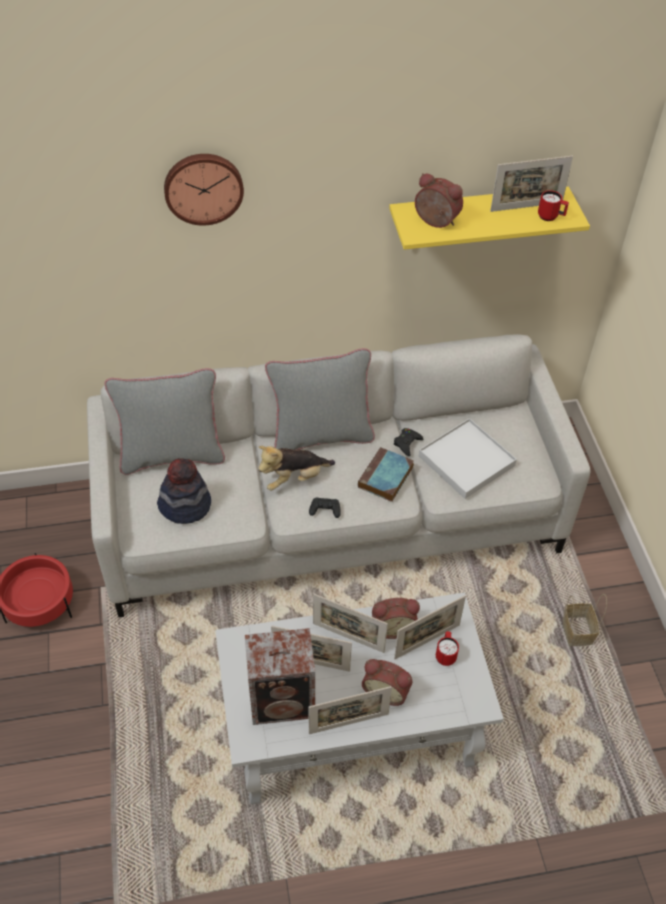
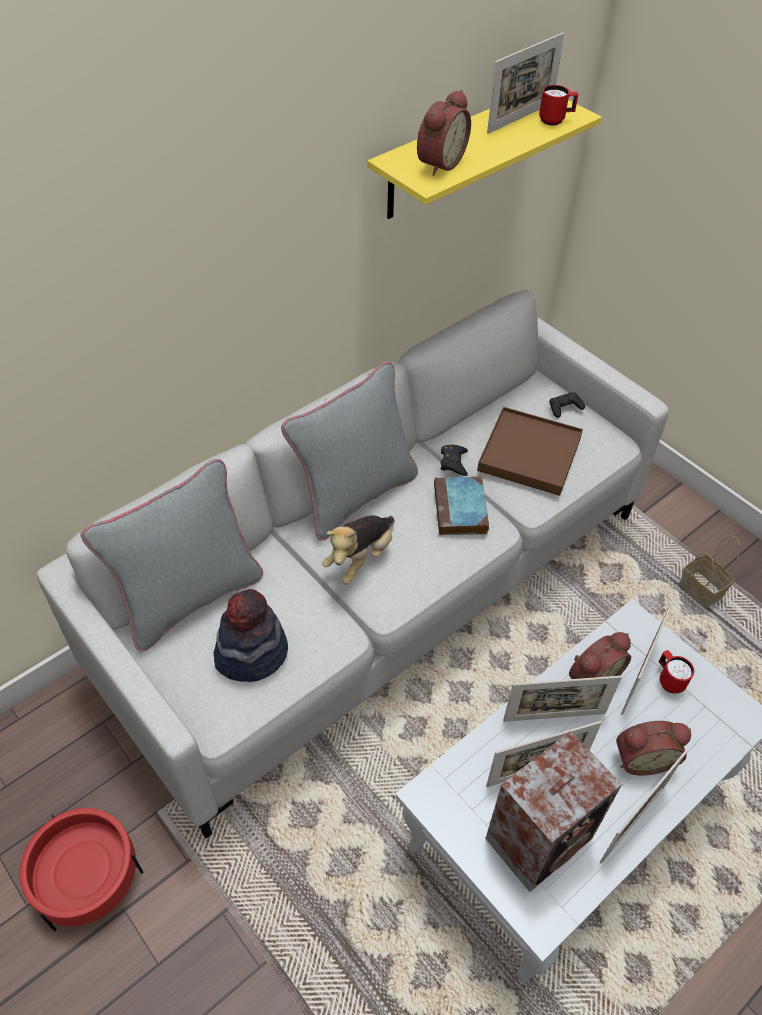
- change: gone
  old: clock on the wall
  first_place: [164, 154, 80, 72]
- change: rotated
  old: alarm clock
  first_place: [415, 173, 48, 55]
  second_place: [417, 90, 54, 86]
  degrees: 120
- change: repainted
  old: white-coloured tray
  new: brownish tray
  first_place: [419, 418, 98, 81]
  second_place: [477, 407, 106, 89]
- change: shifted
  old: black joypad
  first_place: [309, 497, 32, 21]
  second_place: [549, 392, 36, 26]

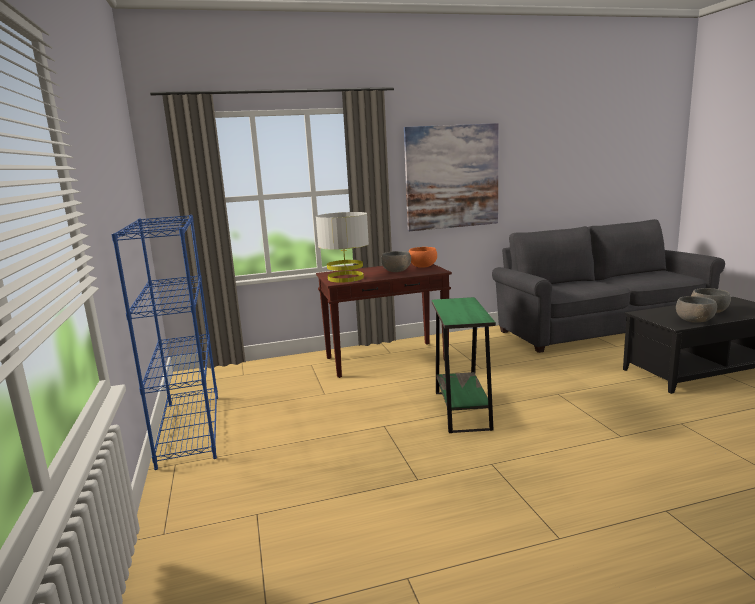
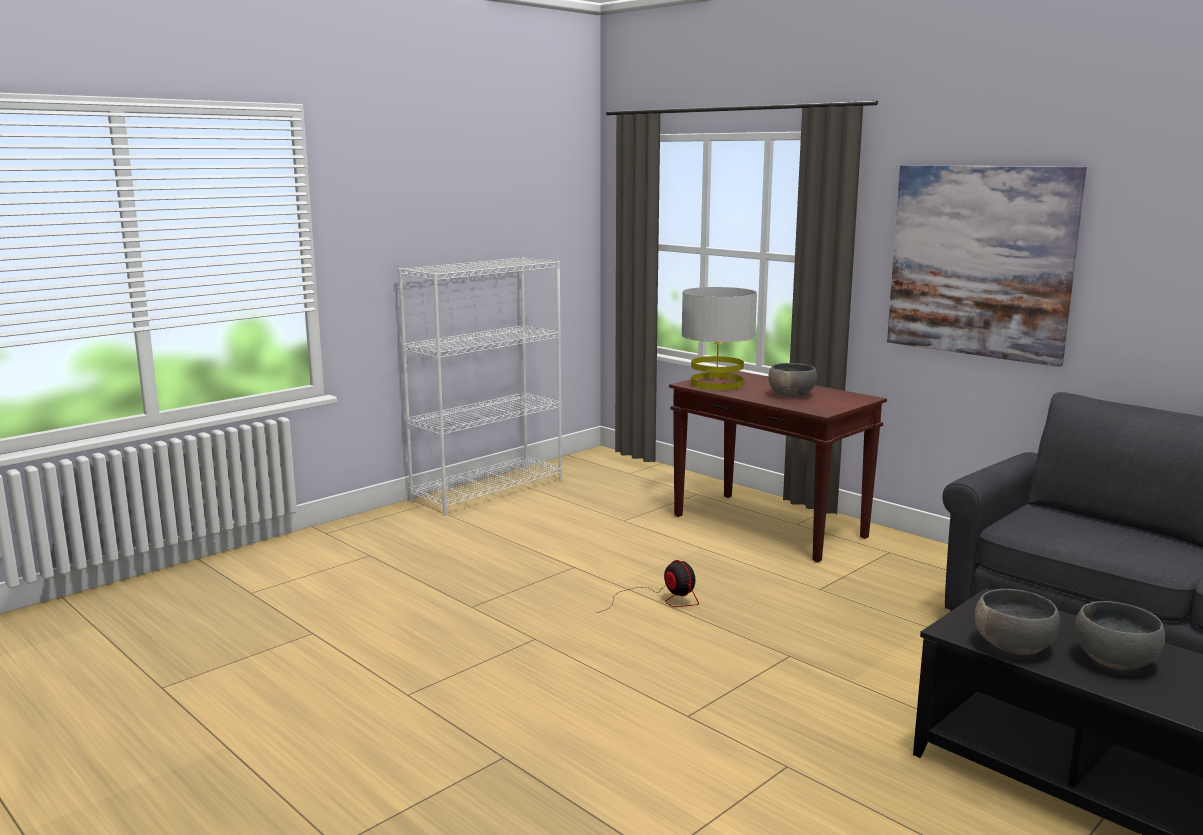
- change: repainted
  old: blue shelving unit
  new: white-coloured shelving unit
  first_place: [111, 215, 107, 255]
  second_place: [398, 257, 164, 259]
- change: gone
  old: orange-coloured deep dish
  first_place: [409, 247, 28, 21]
- change: swapped
  old: green accent table
  new: electric fan
  first_place: [432, 297, 64, 136]
  second_place: [596, 560, 103, 53]

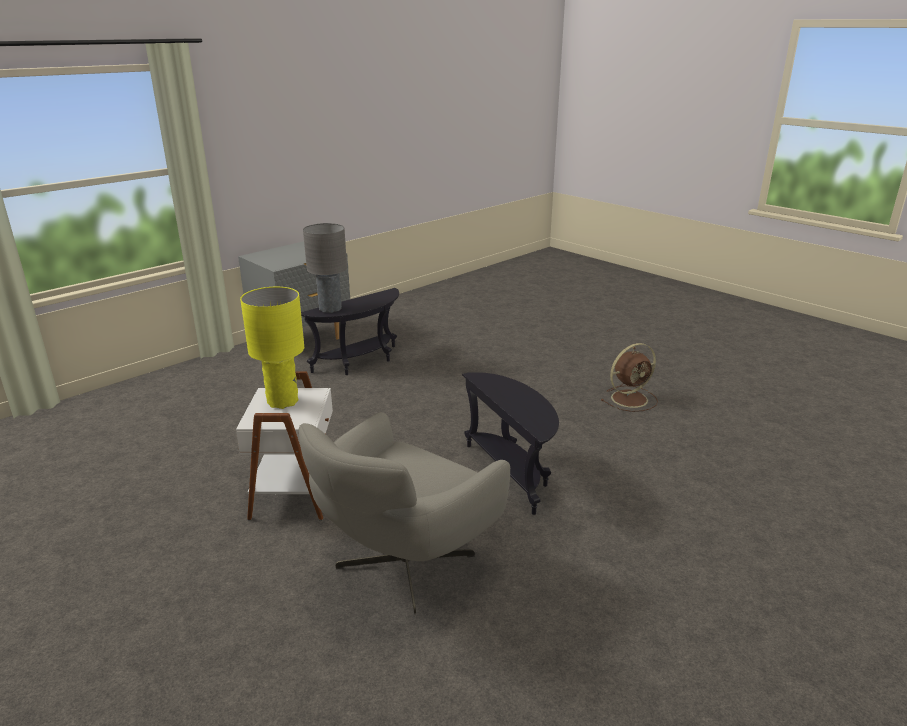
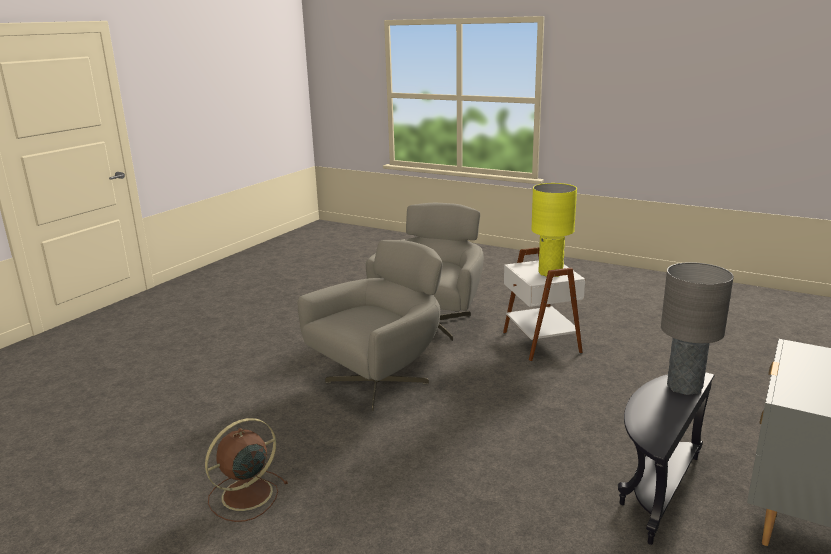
- change: swapped
  old: black accent table
  new: grey easy chair
  first_place: [462, 372, 97, 143]
  second_place: [297, 240, 145, 172]

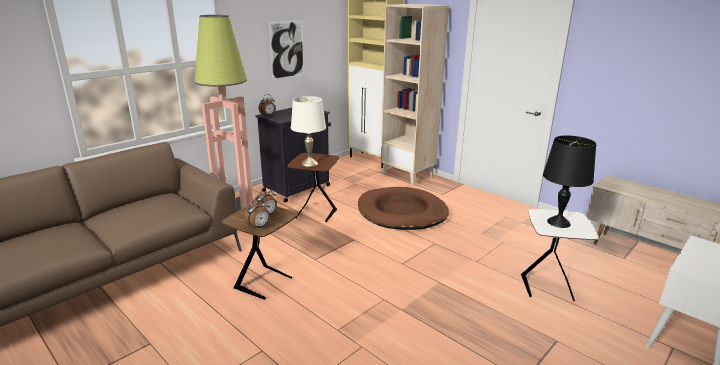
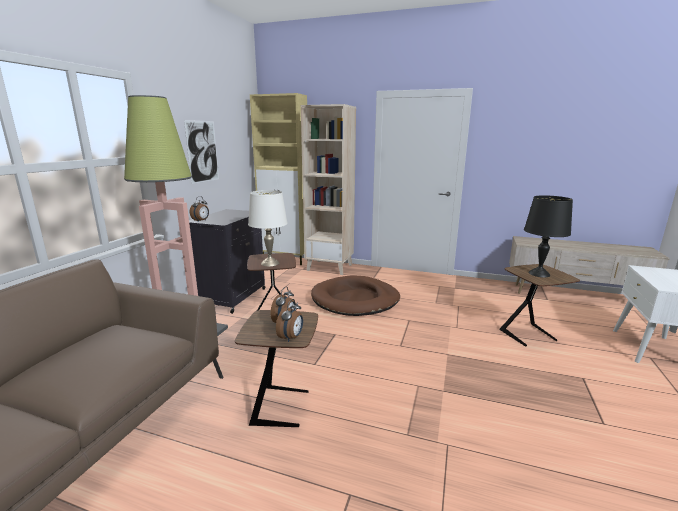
- change: repainted
  old: white-coloured accent table
  new: brownish accent table
  first_place: [521, 209, 77, 92]
  second_place: [499, 264, 81, 83]

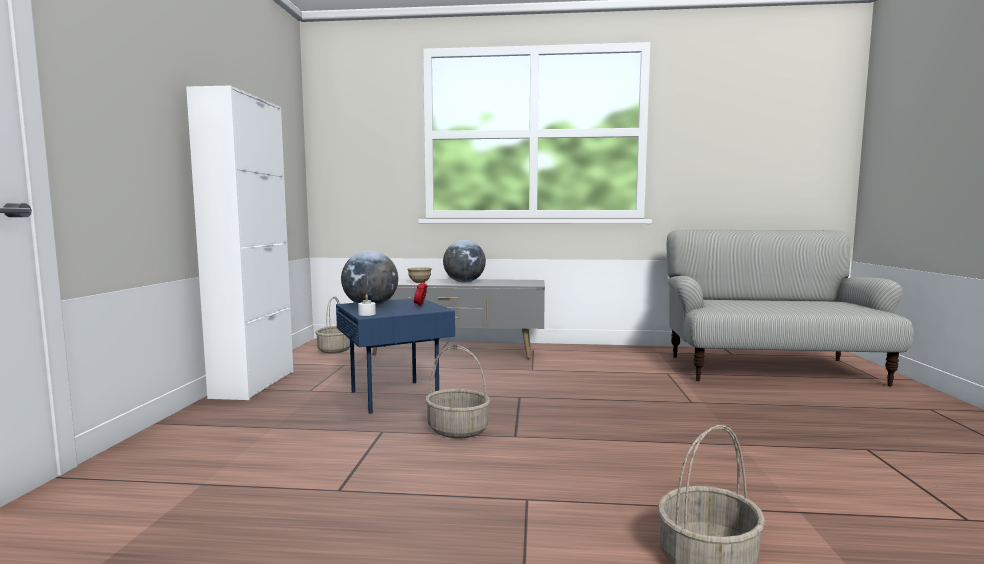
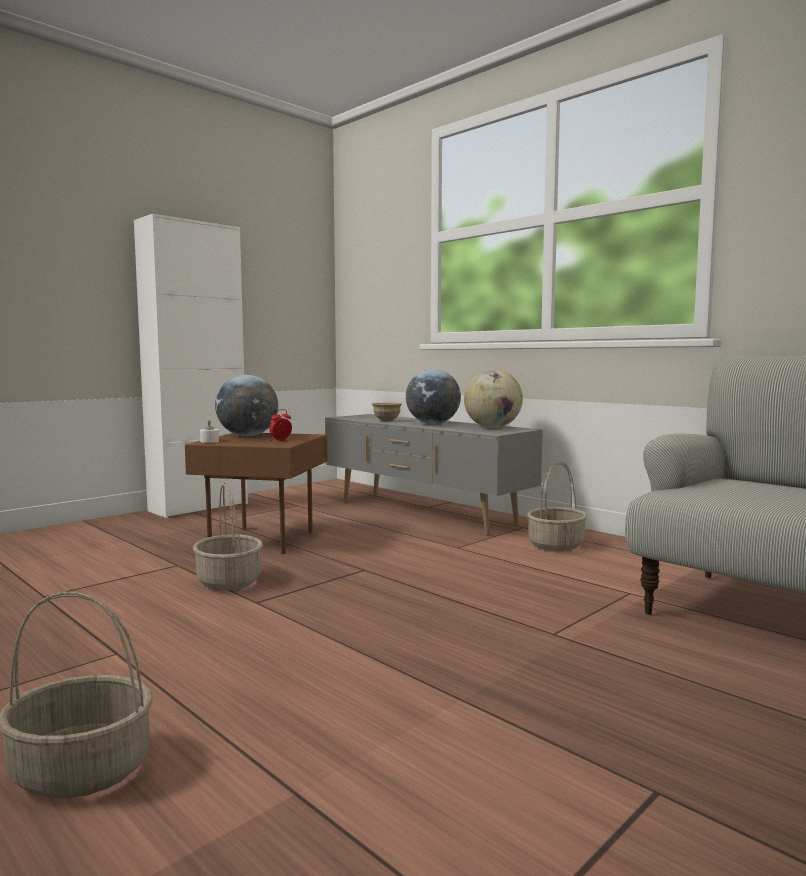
- change: shifted
  old: storage basket
  first_place: [315, 296, 35, 58]
  second_place: [527, 462, 60, 89]
- change: repainted
  old: blue accent table
  new: brownish accent table
  first_place: [336, 298, 119, 116]
  second_place: [185, 433, 143, 121]
- change: new
  new: desk globe
  second_place: [464, 370, 59, 58]

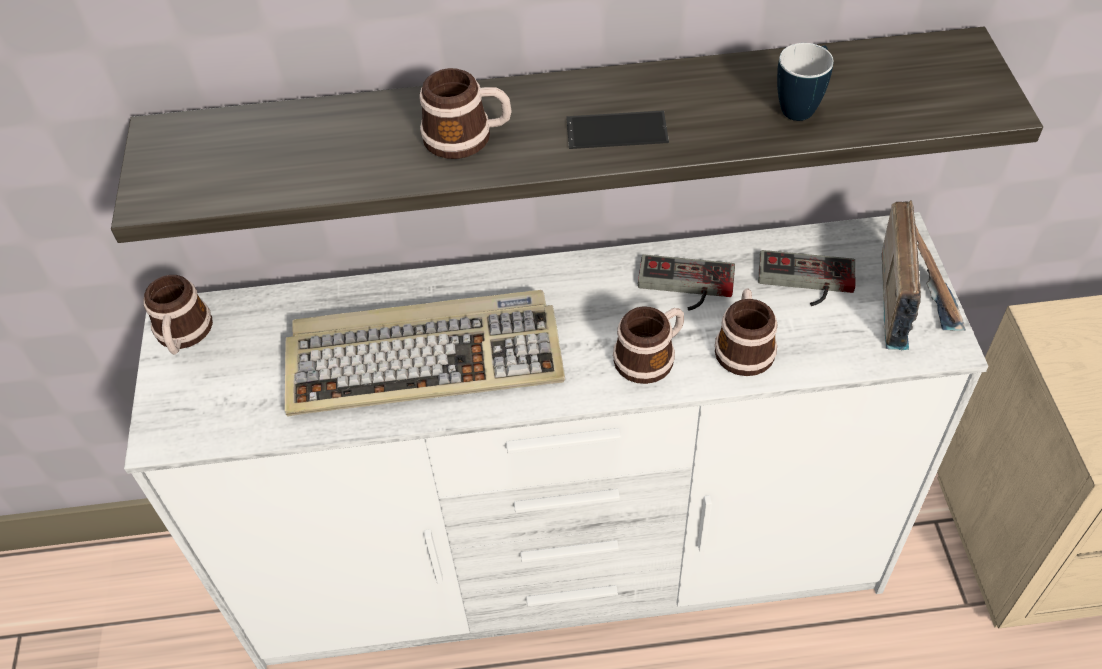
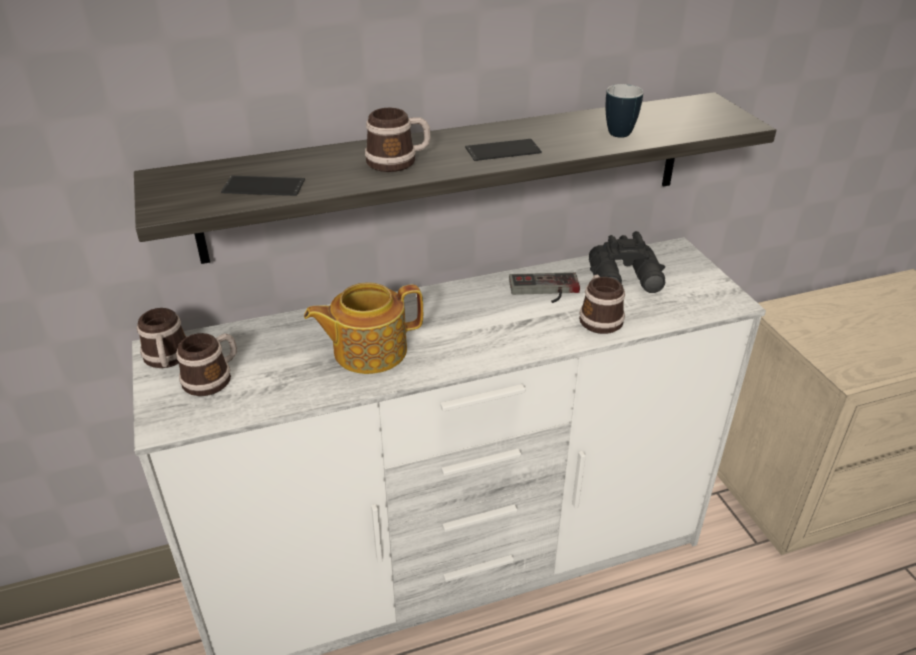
- change: gone
  old: radio set
  first_place: [881, 200, 85, 150]
- change: swapped
  old: joypad
  new: black field glasses
  first_place: [758, 250, 97, 56]
  second_place: [589, 231, 76, 62]
- change: swapped
  old: computer keyboard
  new: pot for tea
  first_place: [285, 290, 280, 127]
  second_place: [304, 282, 119, 92]
- change: shifted
  old: coffee mug
  first_place: [613, 306, 71, 78]
  second_place: [176, 333, 61, 63]
- change: new
  new: handset
  second_place: [221, 176, 84, 20]

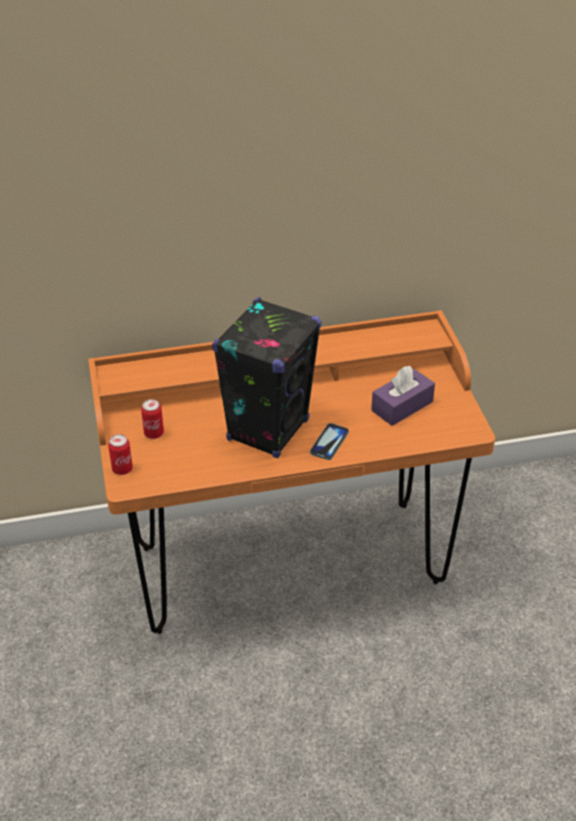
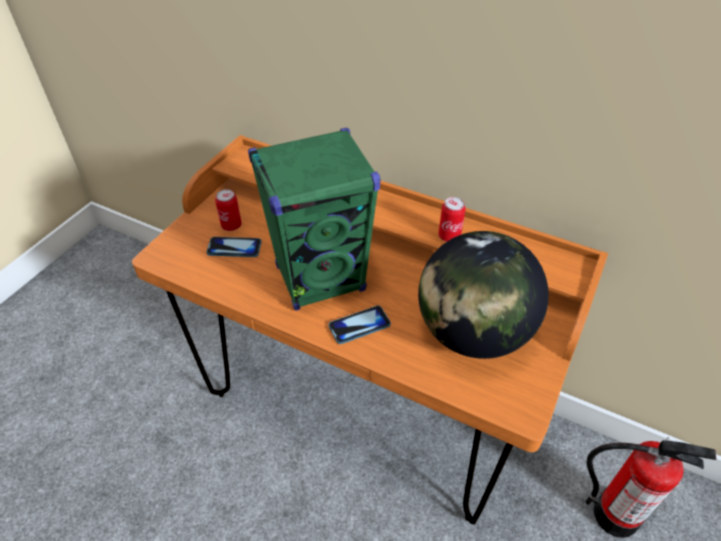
- change: repainted
  old: black loudspeaker
  new: green loudspeaker
  first_place: [212, 297, 110, 161]
  second_place: [248, 128, 132, 183]
- change: swapped
  old: purplish box of tissues
  new: desk globe
  first_place: [371, 366, 64, 60]
  second_place: [418, 231, 131, 128]
- change: shifted
  old: metal can
  first_place: [108, 434, 25, 41]
  second_place: [438, 197, 28, 45]
- change: new
  new: handset
  second_place: [206, 237, 56, 20]
- change: new
  new: extinguisher
  second_place: [585, 437, 131, 101]

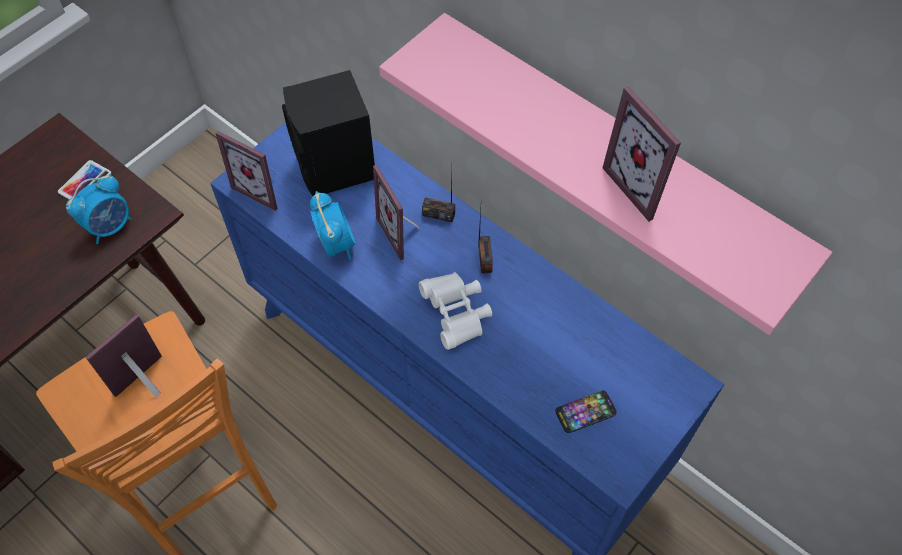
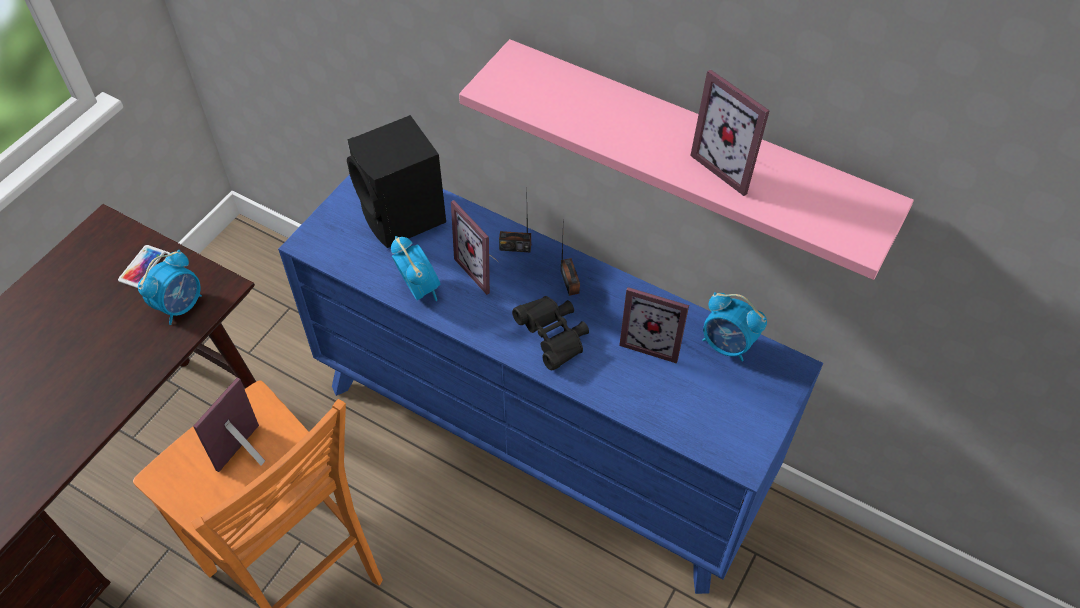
- change: shifted
  old: photo frame
  first_place: [215, 131, 63, 80]
  second_place: [619, 287, 70, 77]
- change: repainted
  old: white-coloured field glasses
  new: black field glasses
  first_place: [419, 272, 73, 78]
  second_place: [512, 296, 77, 74]
- change: gone
  old: handset
  first_place: [556, 390, 61, 43]
- change: new
  new: alarm clock
  second_place: [702, 292, 65, 70]

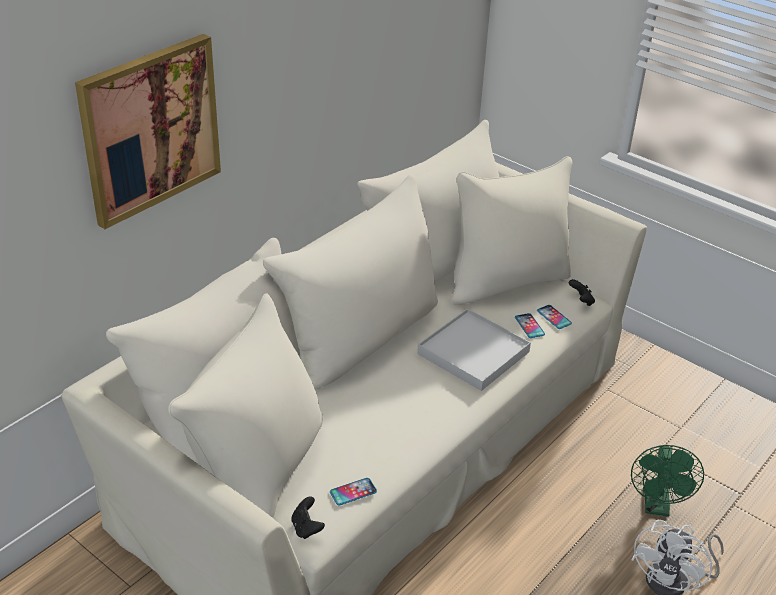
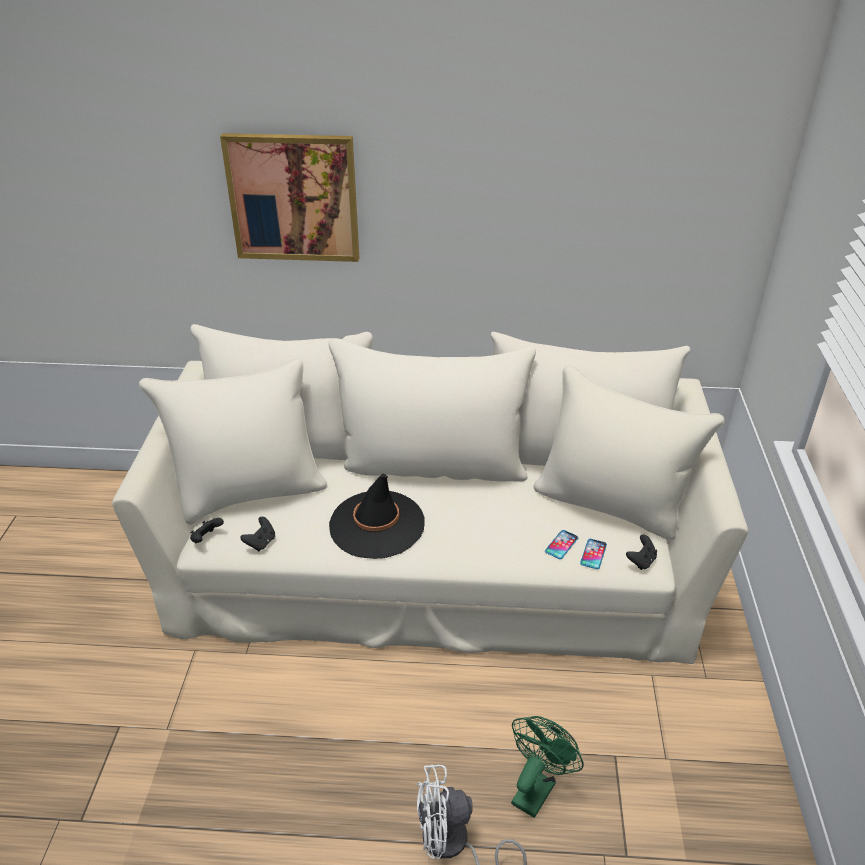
- change: gone
  old: white-coloured tray
  first_place: [417, 309, 114, 82]
- change: rotated
  old: green electric fan
  first_place: [631, 445, 73, 72]
  second_place: [511, 716, 73, 102]
  degrees: 150
- change: swapped
  old: handset
  new: black joypad
  first_place: [330, 478, 47, 27]
  second_place: [240, 517, 35, 34]
- change: new
  new: black wearable hat
  second_place: [329, 474, 96, 85]

